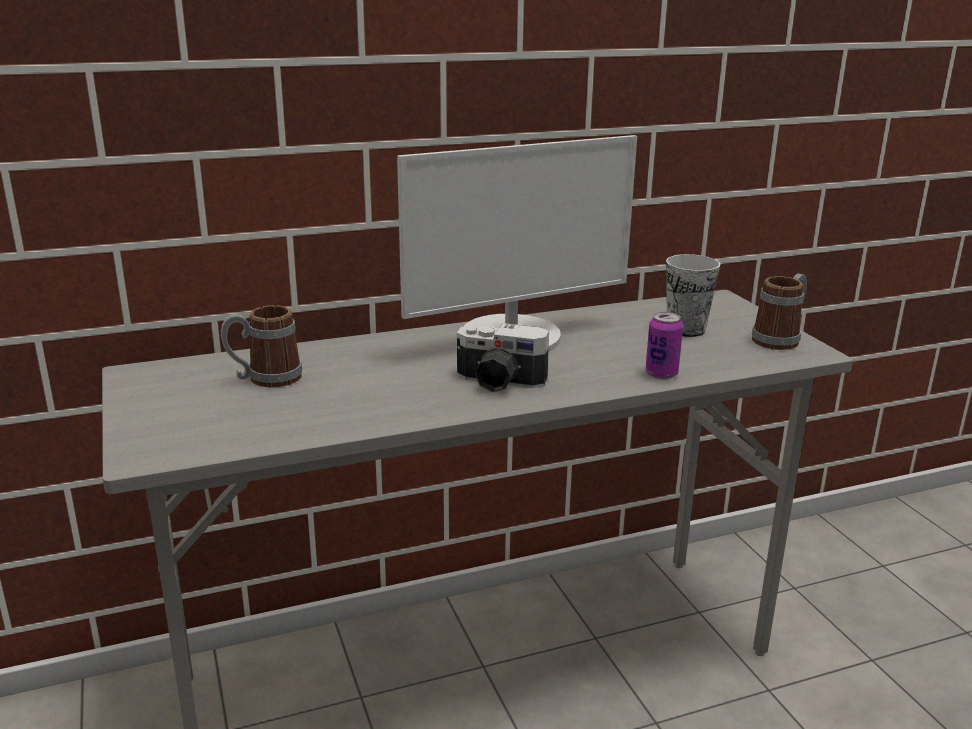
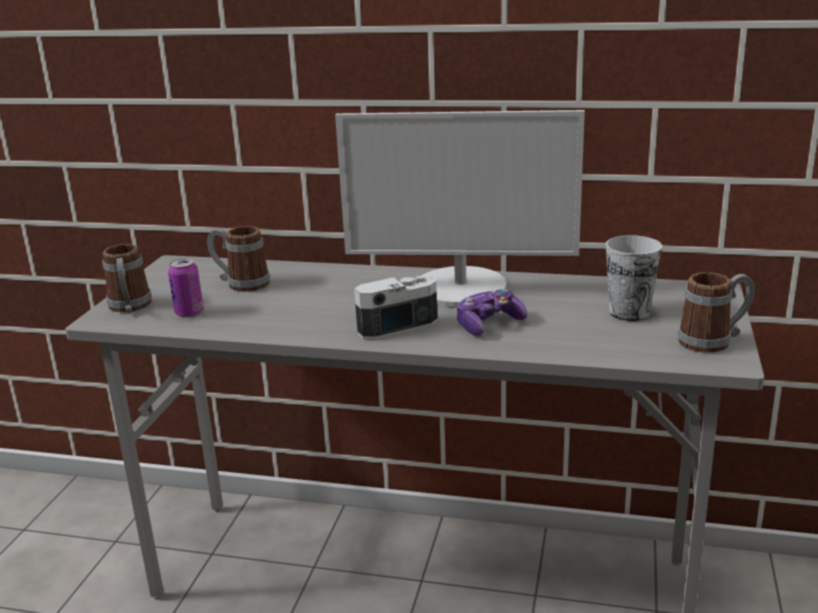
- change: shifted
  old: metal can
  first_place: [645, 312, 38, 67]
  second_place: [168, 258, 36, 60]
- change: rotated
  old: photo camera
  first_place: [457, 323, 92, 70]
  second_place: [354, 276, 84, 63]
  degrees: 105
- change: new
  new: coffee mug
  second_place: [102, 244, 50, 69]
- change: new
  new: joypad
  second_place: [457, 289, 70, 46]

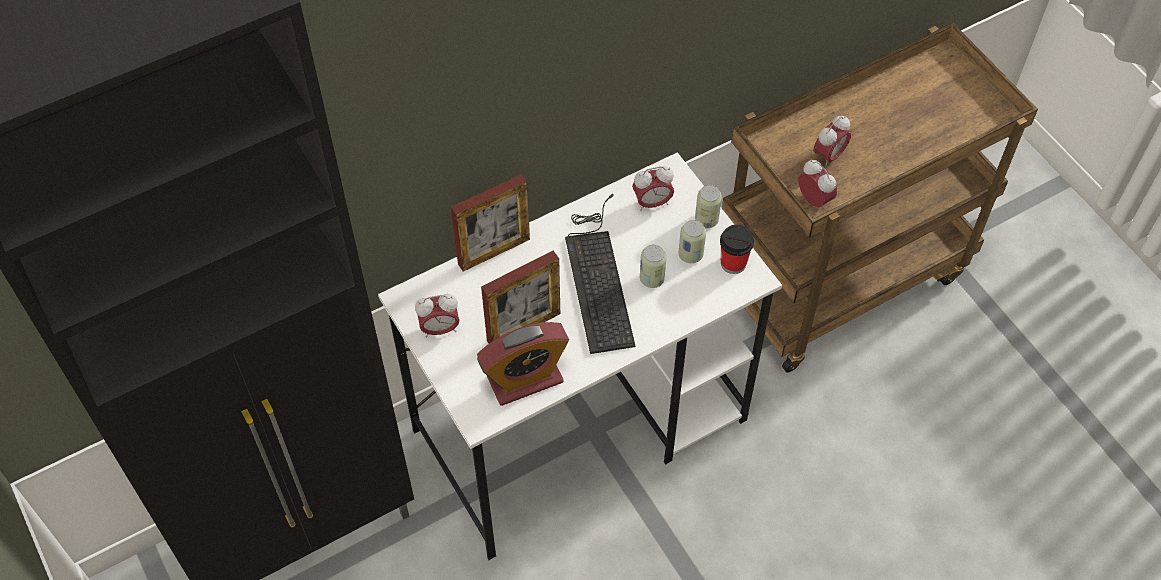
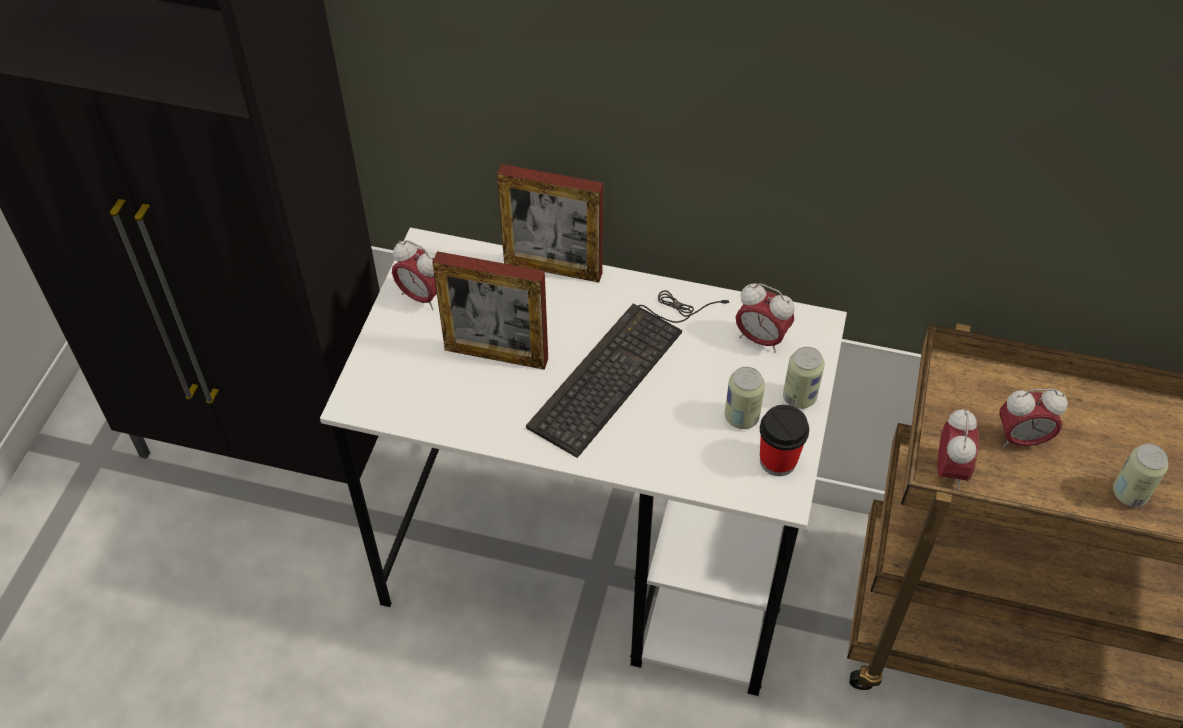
- change: shifted
  old: metal can
  first_place: [640, 245, 26, 43]
  second_place: [1113, 443, 55, 64]
- change: gone
  old: alarm clock
  first_place: [477, 322, 92, 84]

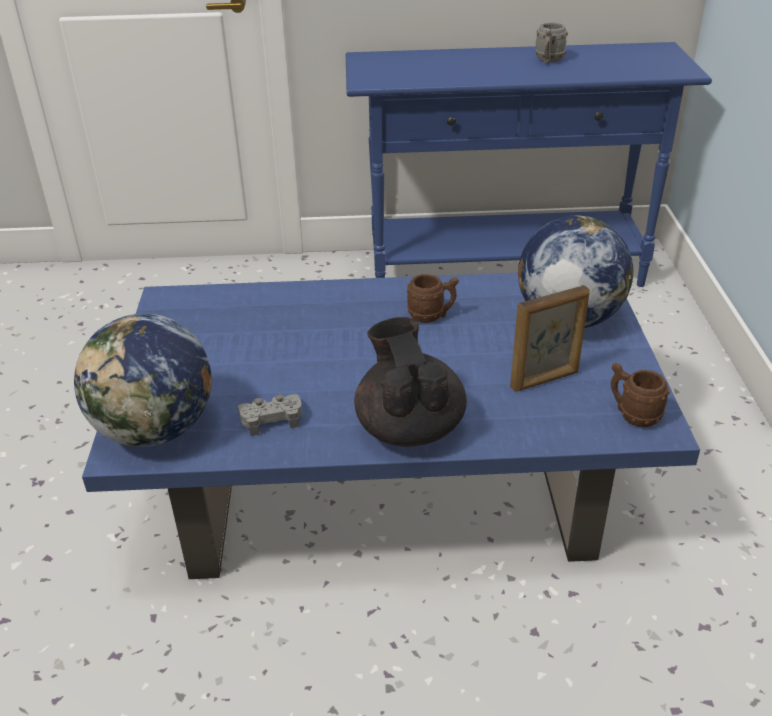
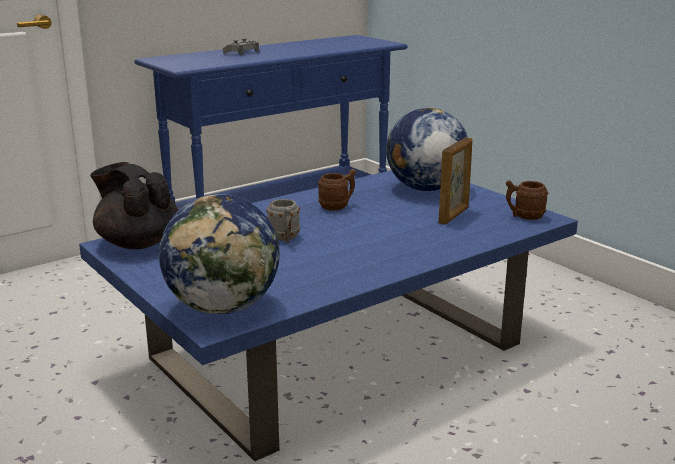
- change: shifted
  old: grey coffee mug
  first_place: [535, 22, 33, 42]
  second_place: [266, 199, 34, 44]
- change: shifted
  old: black pot for tea
  first_place: [354, 317, 113, 130]
  second_place: [90, 162, 88, 87]
- change: shifted
  old: grey joypad
  first_place: [238, 394, 64, 42]
  second_place: [223, 39, 36, 16]

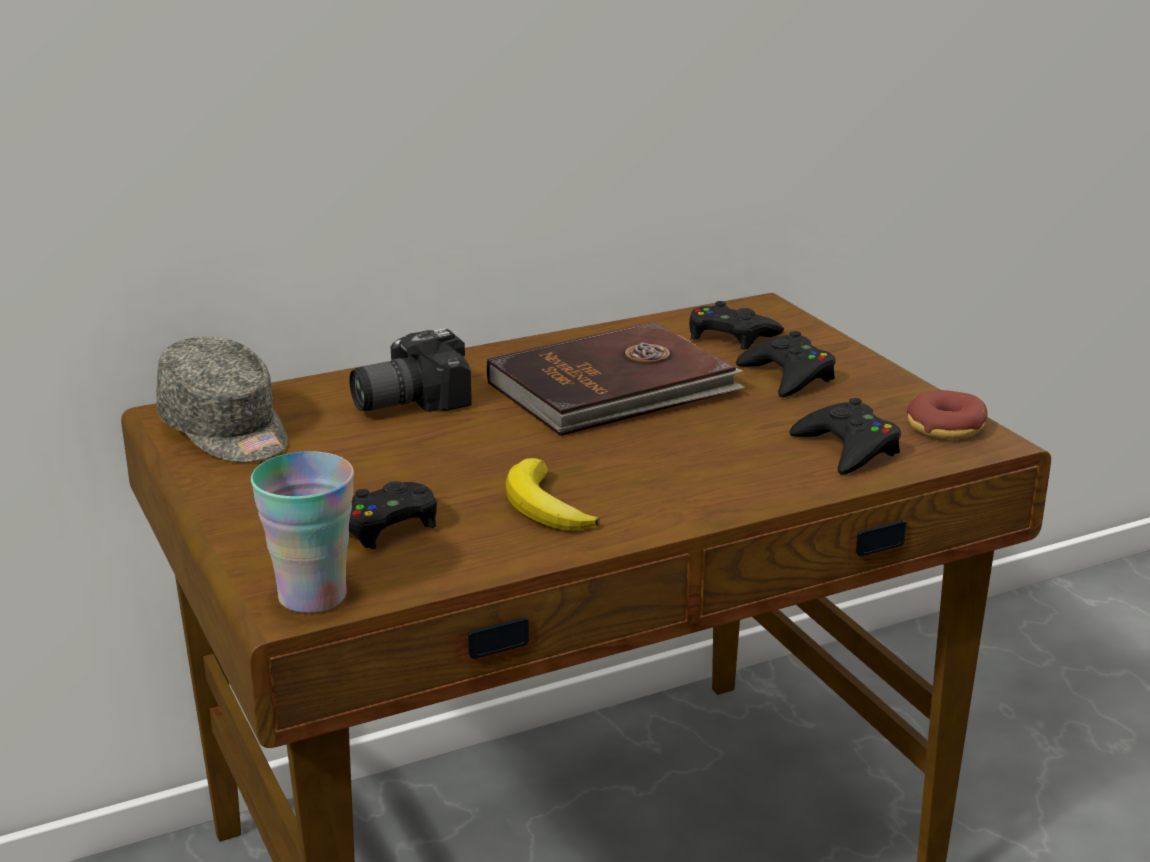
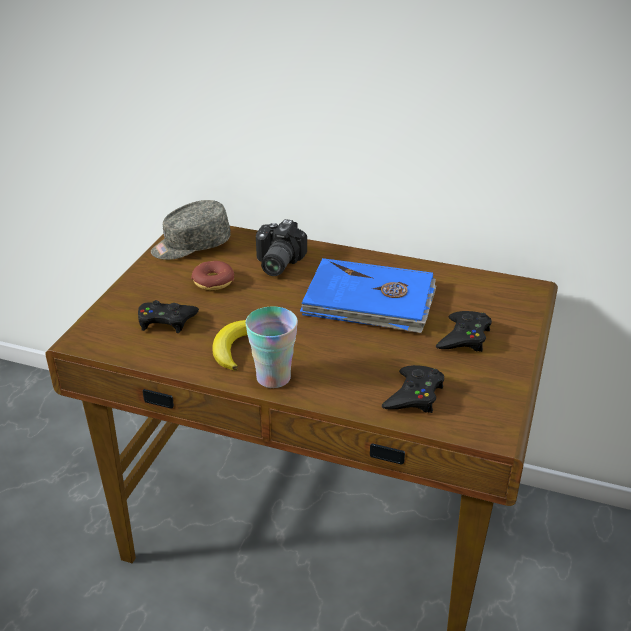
- change: gone
  old: black joypad
  first_place: [689, 301, 95, 48]
- change: repainted
  old: brownish bound book
  new: blue bound book
  first_place: [487, 321, 258, 115]
  second_place: [300, 258, 136, 75]
- change: rotated
  old: photo camera
  first_place: [349, 328, 123, 84]
  second_place: [256, 219, 51, 57]
  degrees: -90
- change: rotated
  old: grey baseball cap
  first_place: [156, 337, 132, 126]
  second_place: [151, 200, 80, 60]
  degrees: 60
- change: shifted
  old: doughnut
  first_place: [907, 390, 81, 49]
  second_place: [191, 261, 43, 29]
- change: shifted
  old: small cup
  first_place: [251, 451, 103, 162]
  second_place: [245, 306, 53, 82]

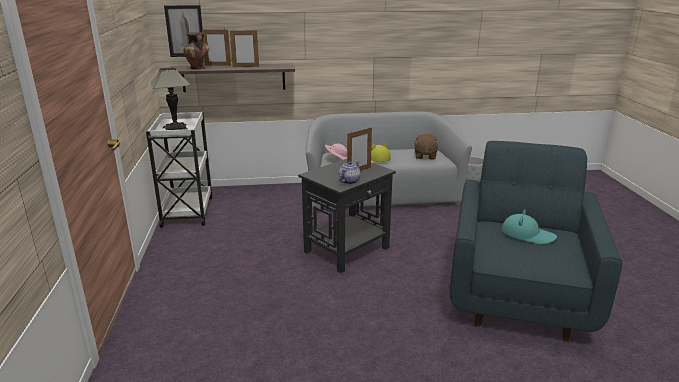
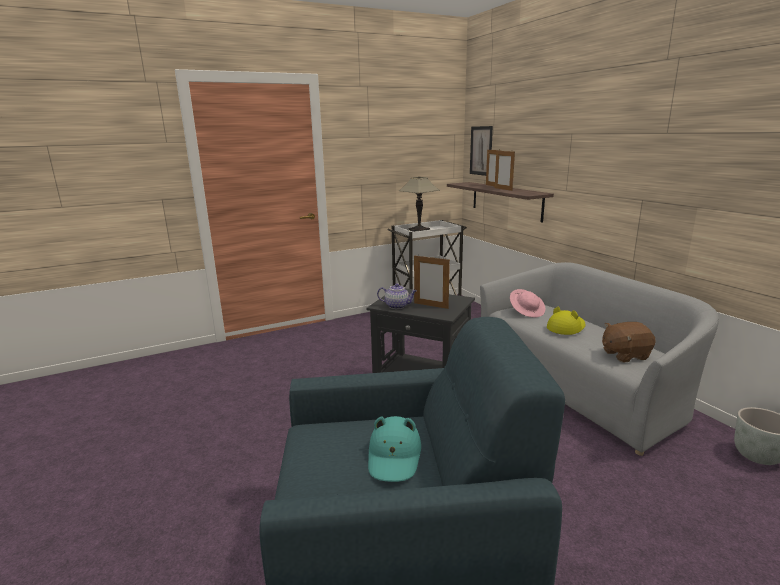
- change: gone
  old: decorative vase
  first_place: [183, 32, 27, 37]

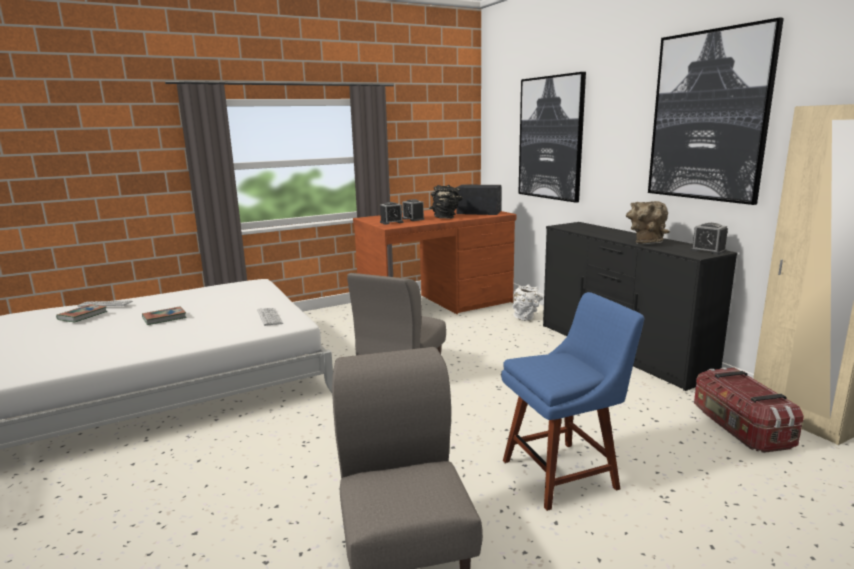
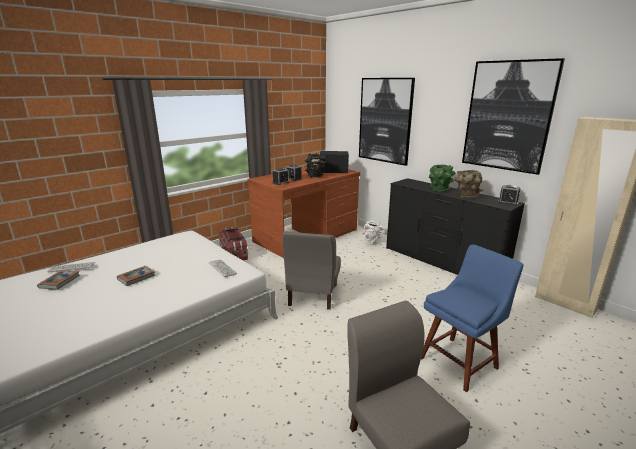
- change: shifted
  old: storage bin
  first_place: [694, 367, 110, 86]
  second_place: [218, 227, 30, 33]
- change: new
  new: green decorative vase
  second_place: [429, 164, 26, 28]

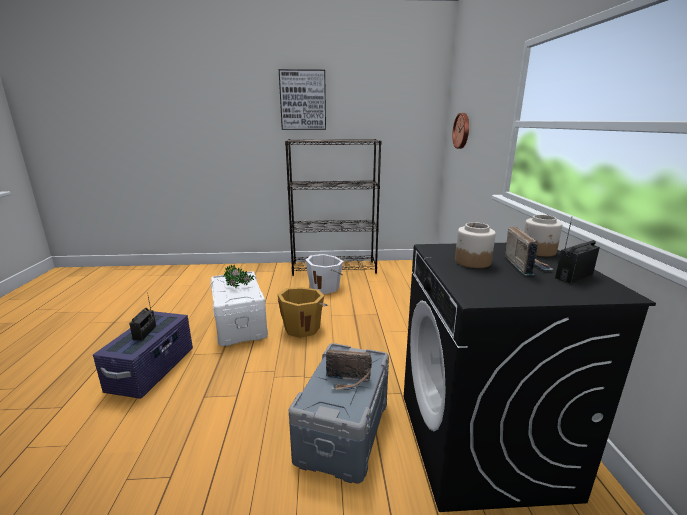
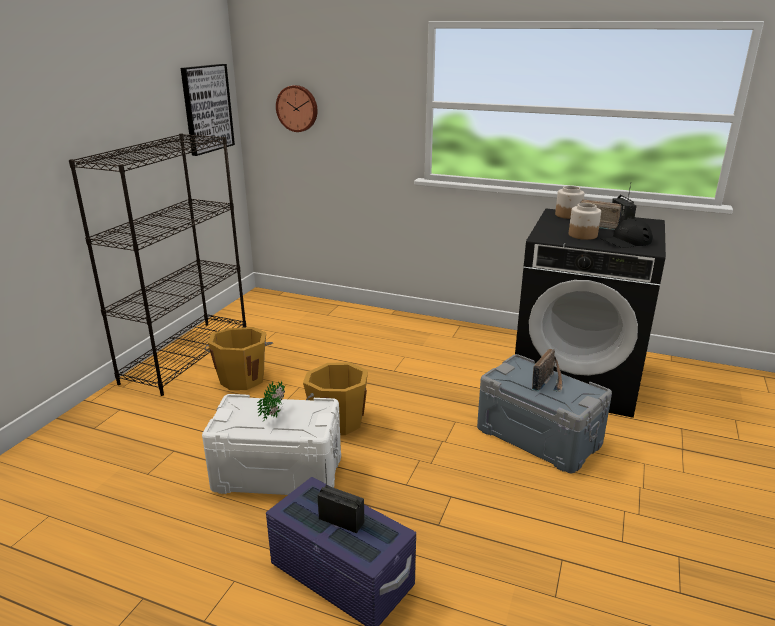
- change: shifted
  old: wall picture
  first_place: [279, 69, 47, 61]
  second_place: [181, 64, 54, 92]
- change: repainted
  old: white-coloured water bucket
  new: orange-coloured water bucket
  first_place: [306, 254, 37, 40]
  second_place: [204, 327, 70, 63]
- change: new
  new: black baseball cap
  second_place: [602, 219, 50, 29]

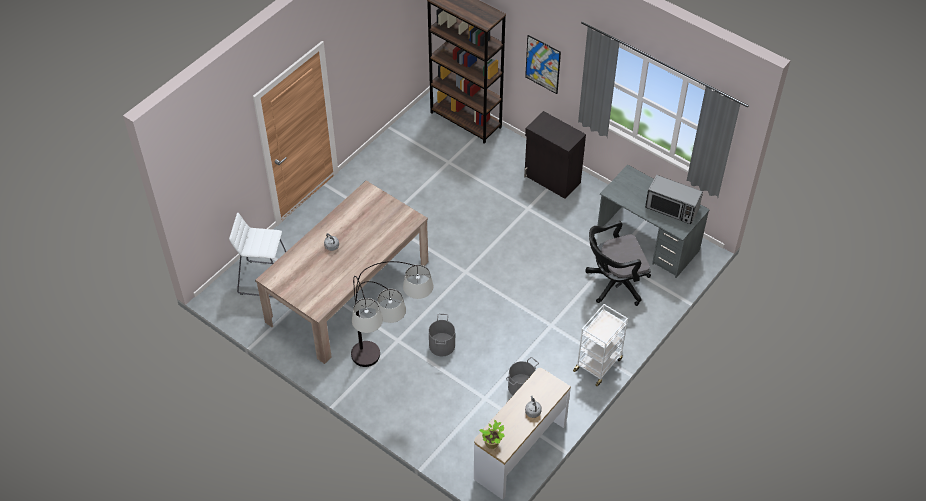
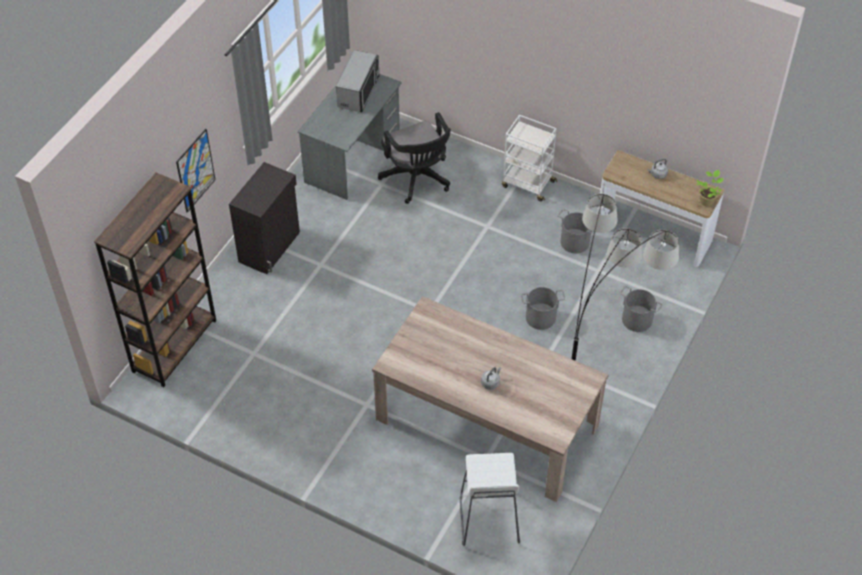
- change: new
  new: grey water bucket
  second_place: [620, 286, 42, 46]

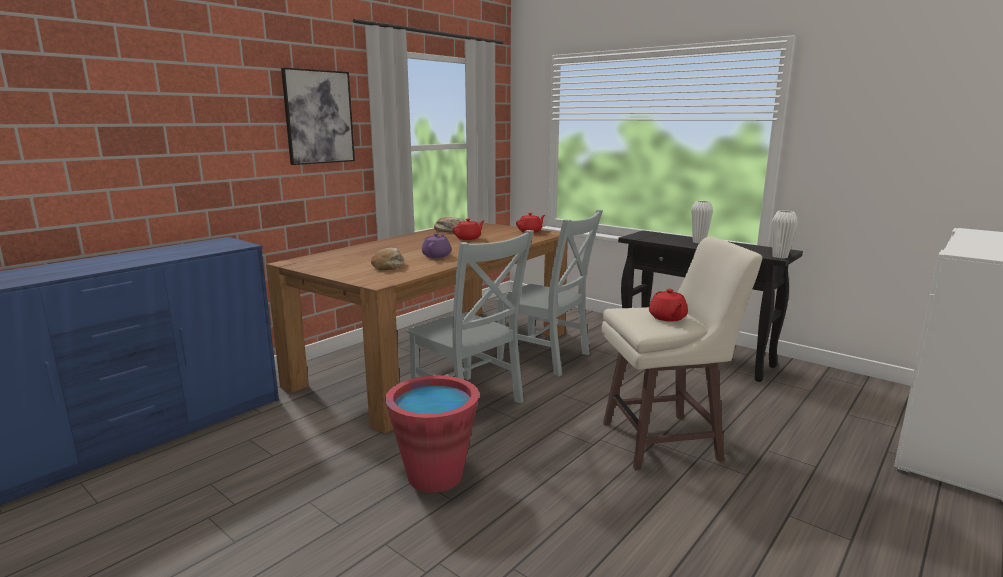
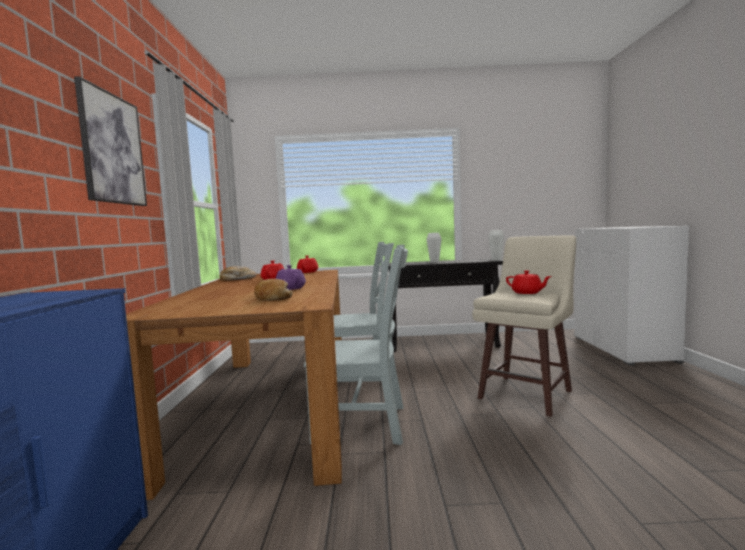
- change: gone
  old: red water bucket
  first_place: [385, 375, 94, 118]

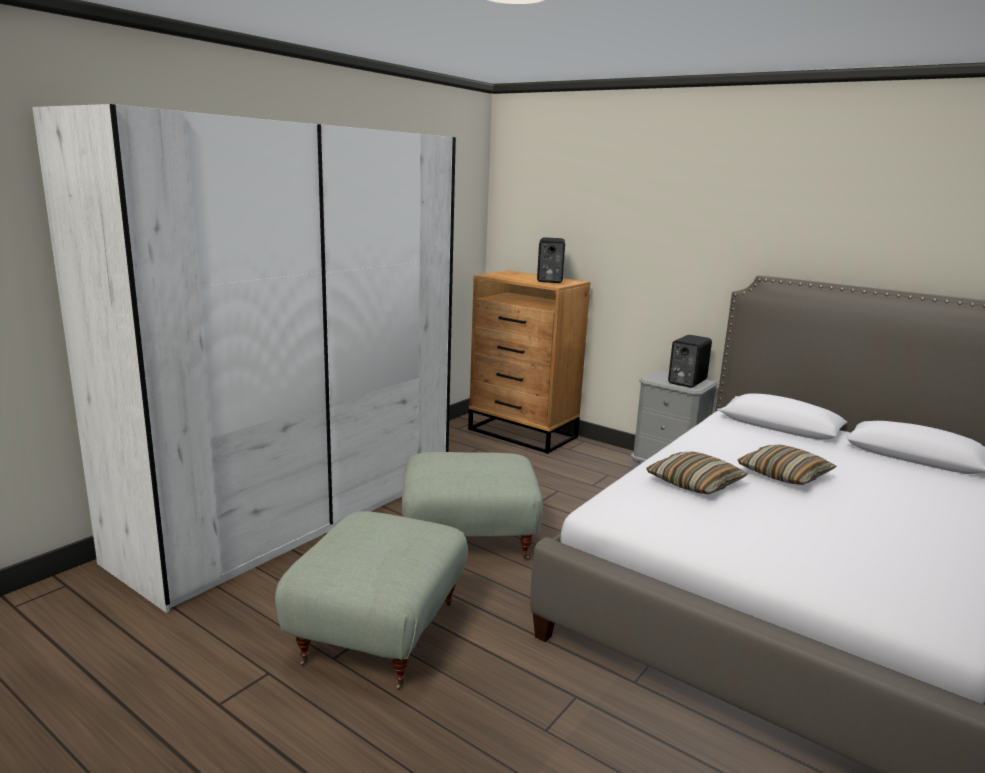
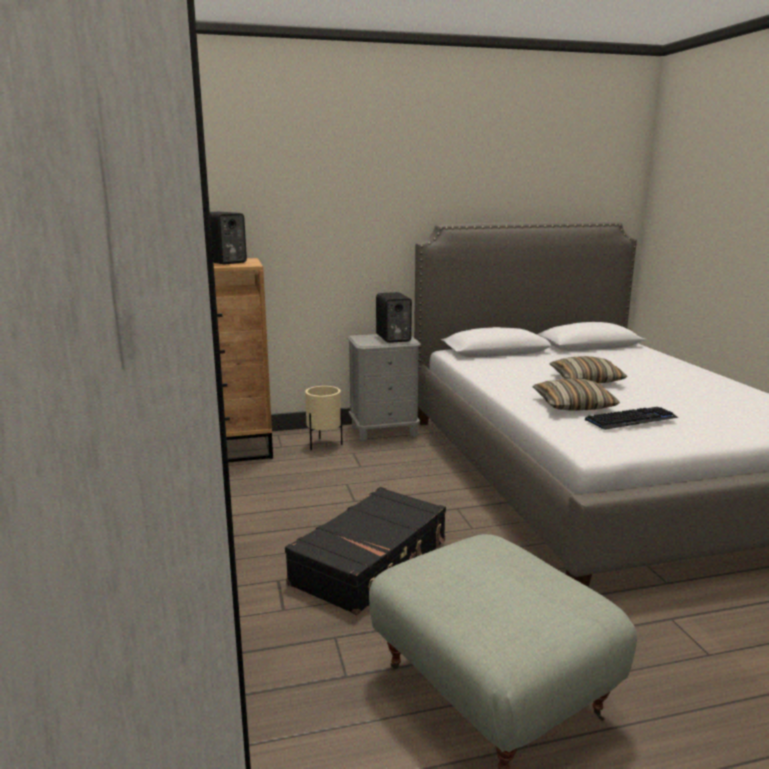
- change: swapped
  old: grey ottoman
  new: black travel case
  first_place: [402, 452, 141, 108]
  second_place: [285, 487, 161, 128]
- change: new
  new: sand-coloured planter
  second_place: [305, 386, 38, 65]
- change: new
  new: computer keyboard
  second_place: [585, 407, 93, 23]

